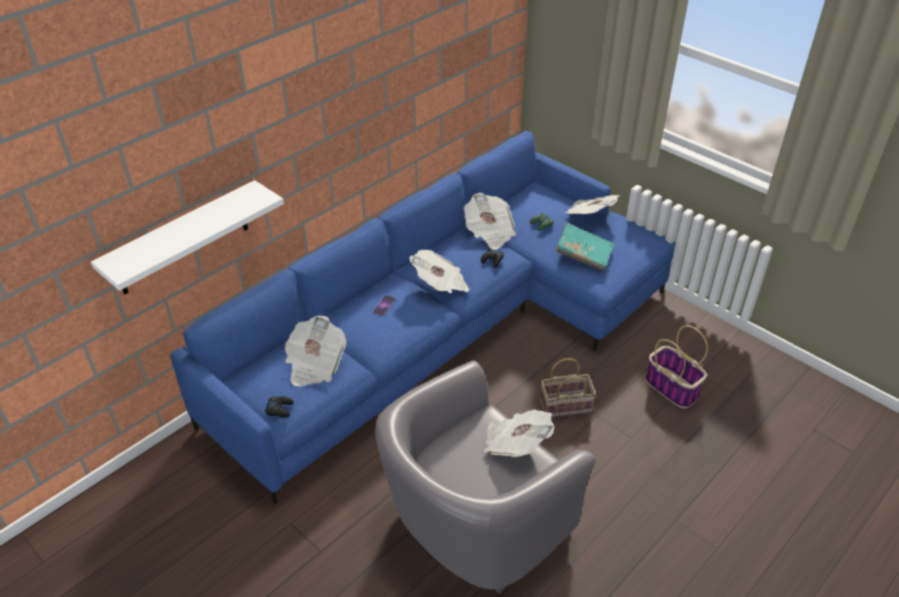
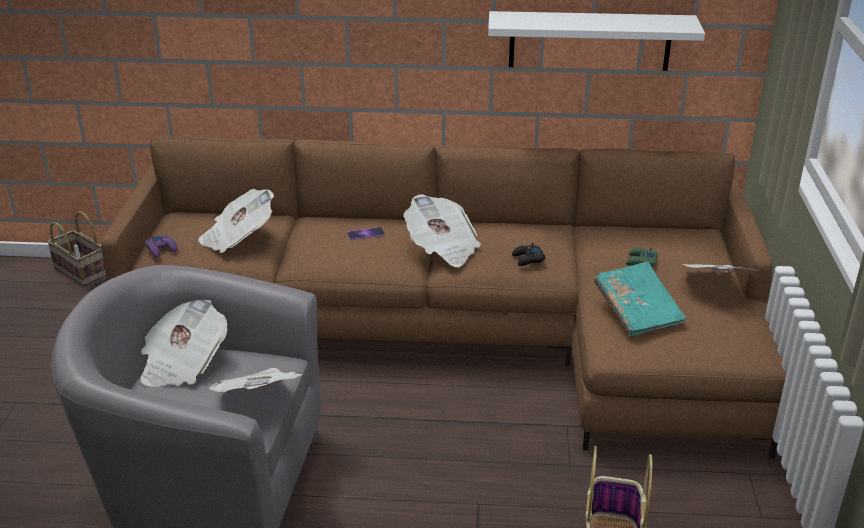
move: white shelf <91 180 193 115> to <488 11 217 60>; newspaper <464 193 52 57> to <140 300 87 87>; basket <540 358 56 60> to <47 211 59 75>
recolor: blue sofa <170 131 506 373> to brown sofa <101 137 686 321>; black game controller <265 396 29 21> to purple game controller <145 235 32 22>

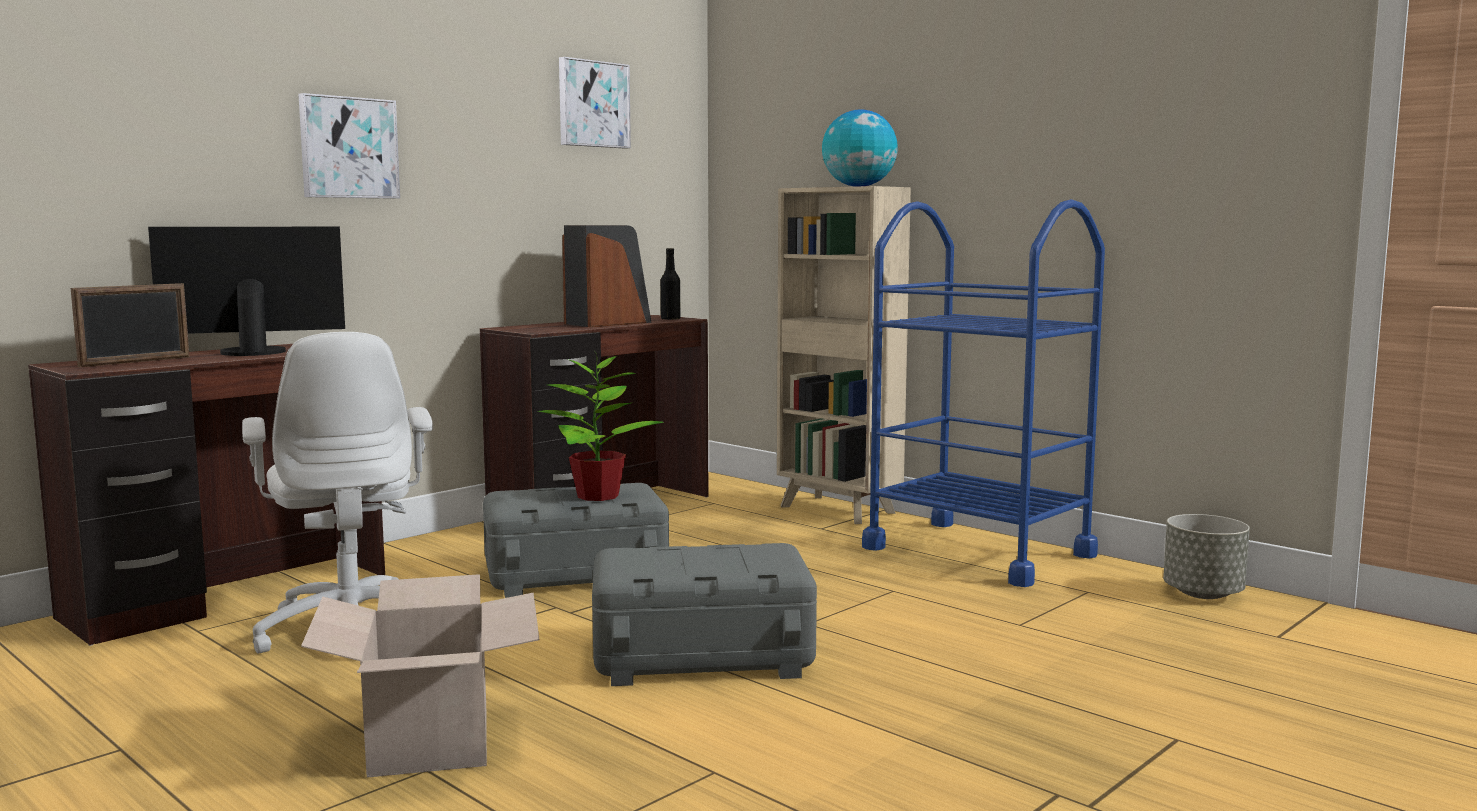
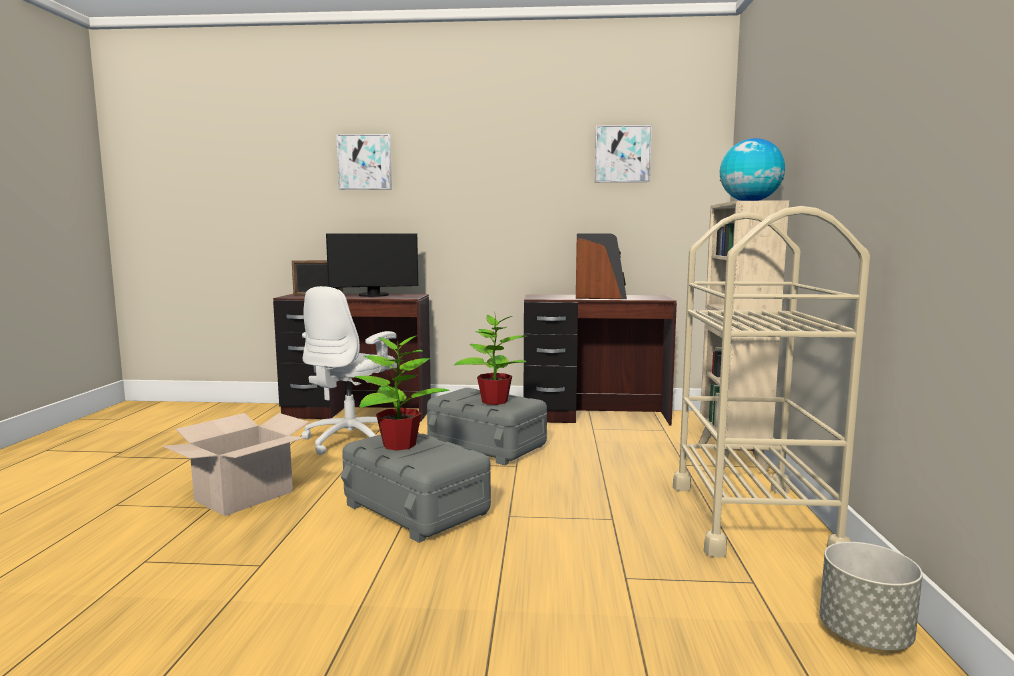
delete: black bottle <661 248 19 72>
insert: potted plant <355 332 95 119>
move: picture <298 93 102 106> to <336 134 56 56>
recolor: blue cart <862 199 243 388> to beige cart <673 206 197 352>
rotate: monitor <148 227 197 129> = <326 234 92 63> 135 degrees clockwise

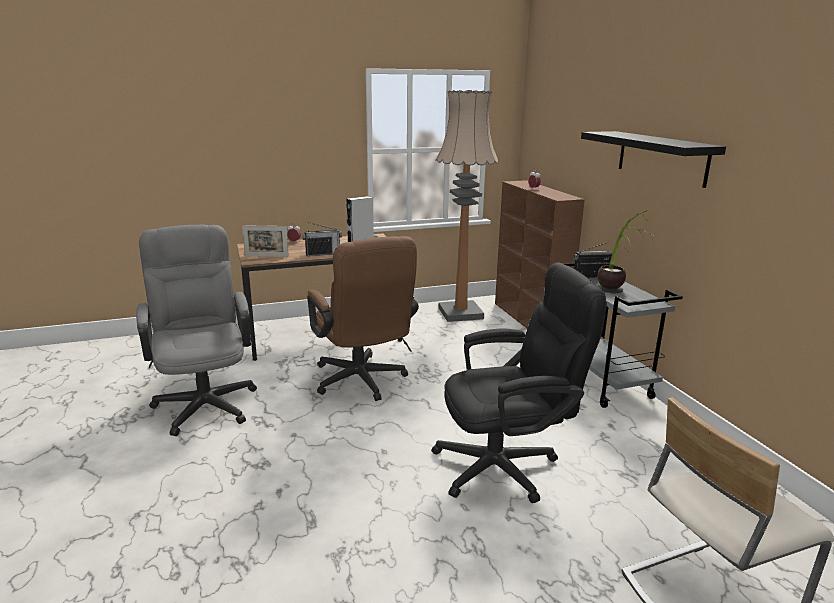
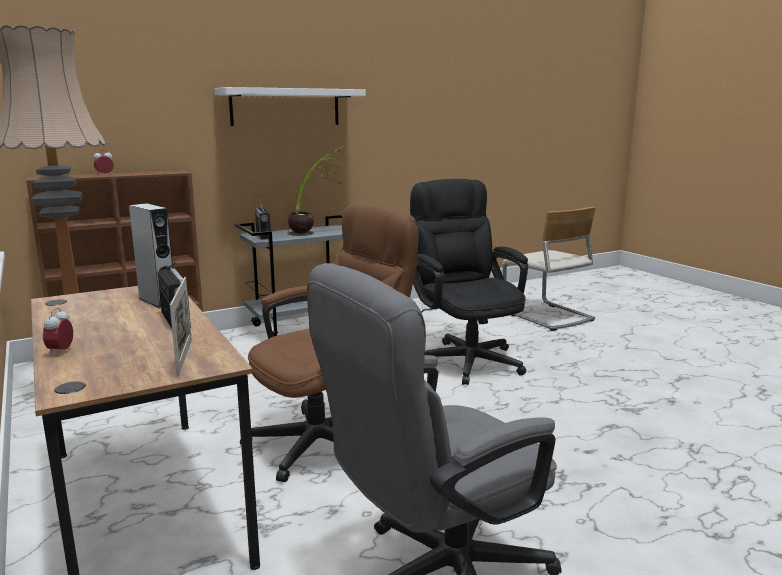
recolor: black shelf <581 131 145 57> to white shelf <215 87 151 39>

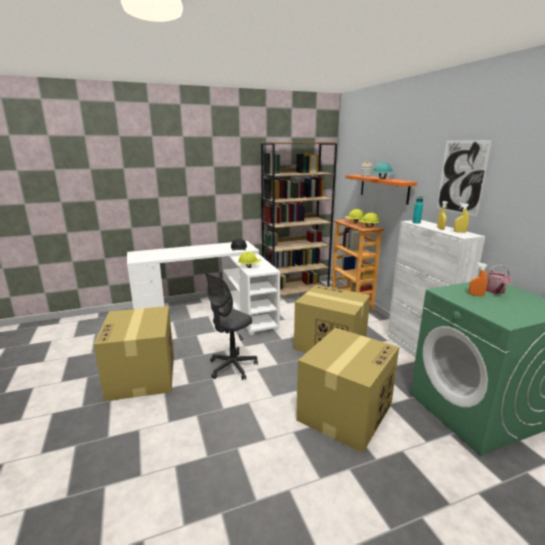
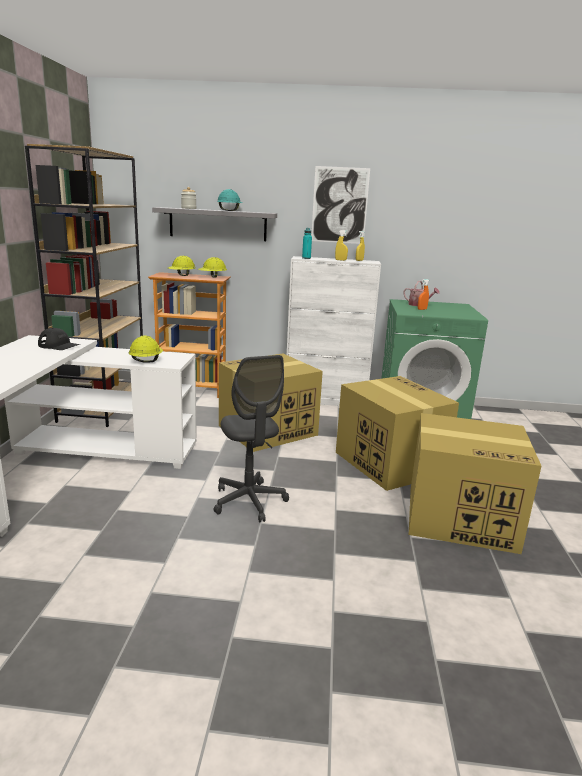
move: cardboard box <94 306 80 95> to <409 413 132 141>
recolor: orange shelf <345 175 72 30> to grey shelf <152 207 125 34>

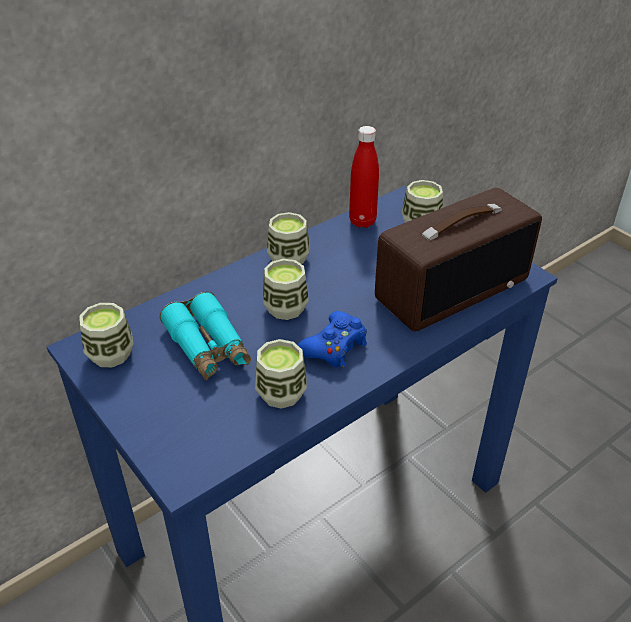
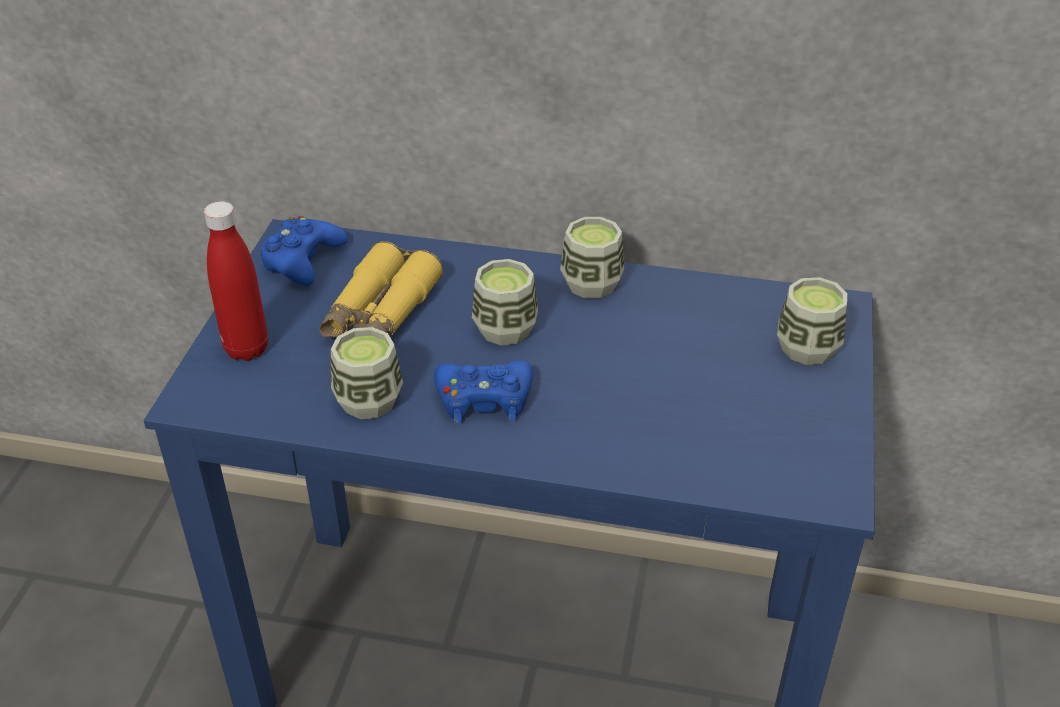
delete: radio <375 188 167 144>
move: red bottle <349 126 30 102> to <204 201 64 160>
replace: cup <79 303 54 64> to blue game controller <260 216 88 70>
recolor: turquoise binoculars <160 292 91 88> to yellow binoculars <319 241 124 96>

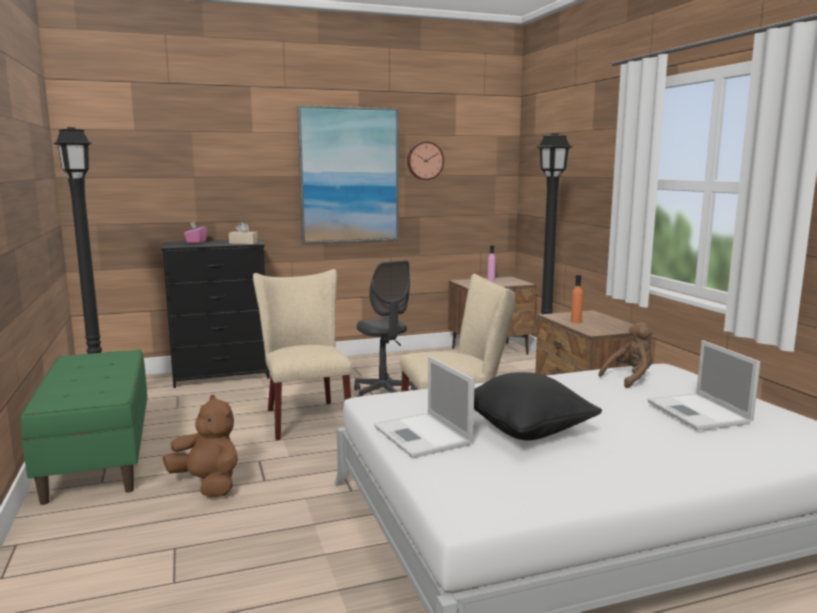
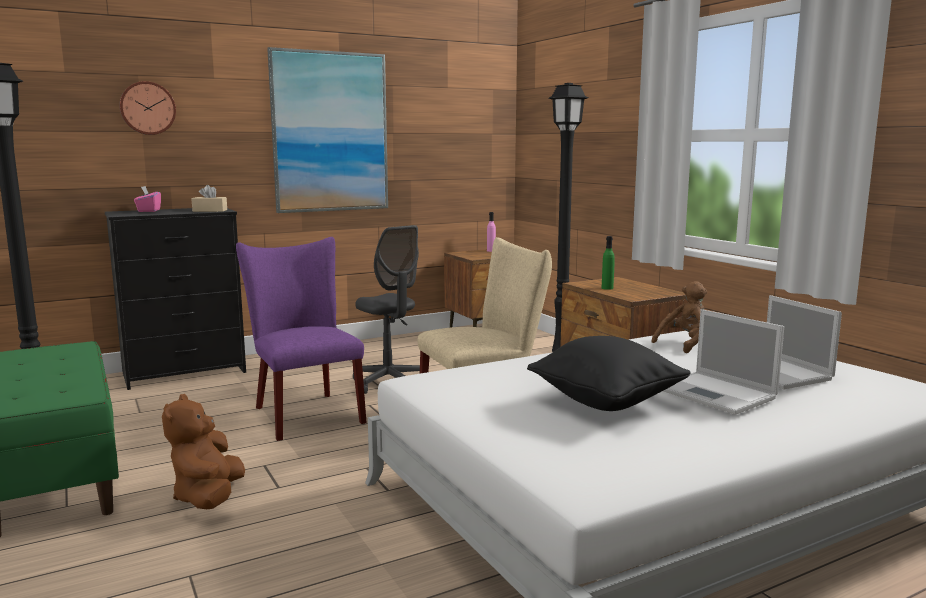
move: wall clock <407 141 37 39> to <119 81 57 54>; laptop <374 356 101 102> to <664 309 120 106>
recolor: beige chair <253 269 99 171> to purple chair <236 237 131 204>; orange bottle <571 275 12 48> to green bottle <602 236 13 54>
rotate: brown plush toy <163 395 75 102> = <162 394 83 115> 120 degrees counterclockwise

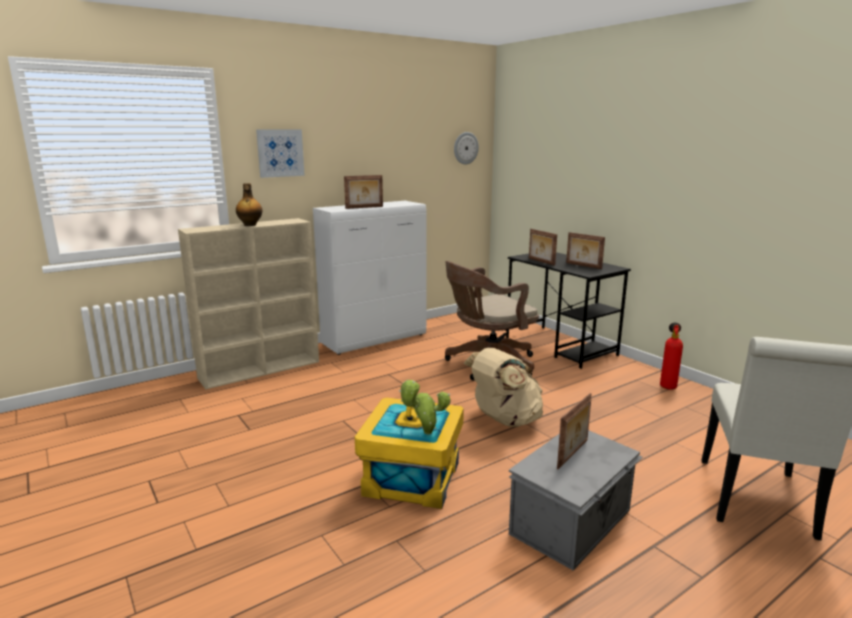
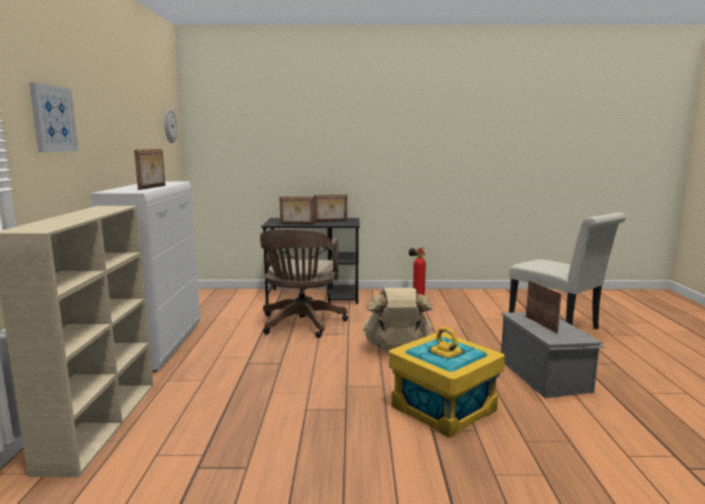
delete: bottle <236 183 26 43>; potted plant <399 380 51 55>

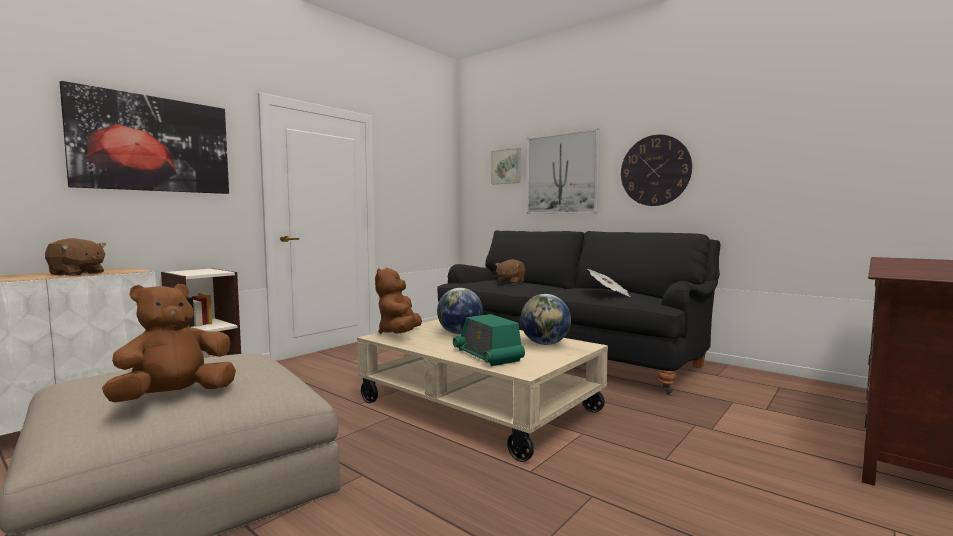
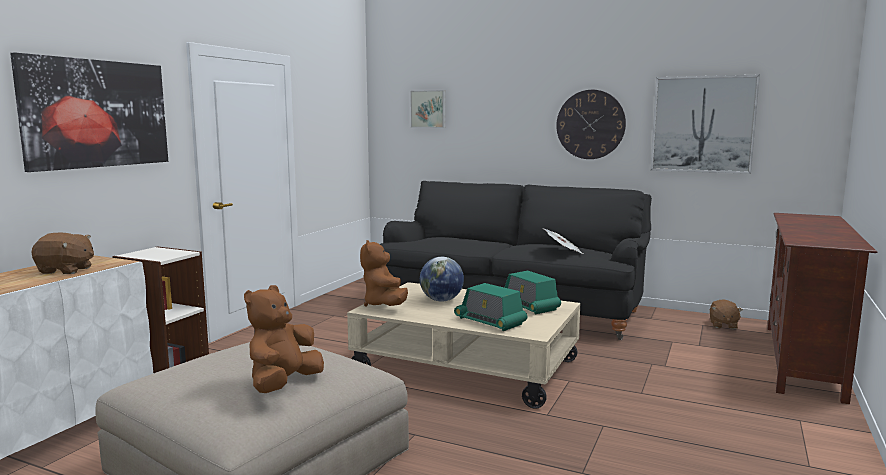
move: picture <527 128 73 86> to <651 74 109 100>; brown plush toy <495 259 30 25> to <710 299 33 30>
replace: globe <520 294 51 51> to radio <504 271 57 43>

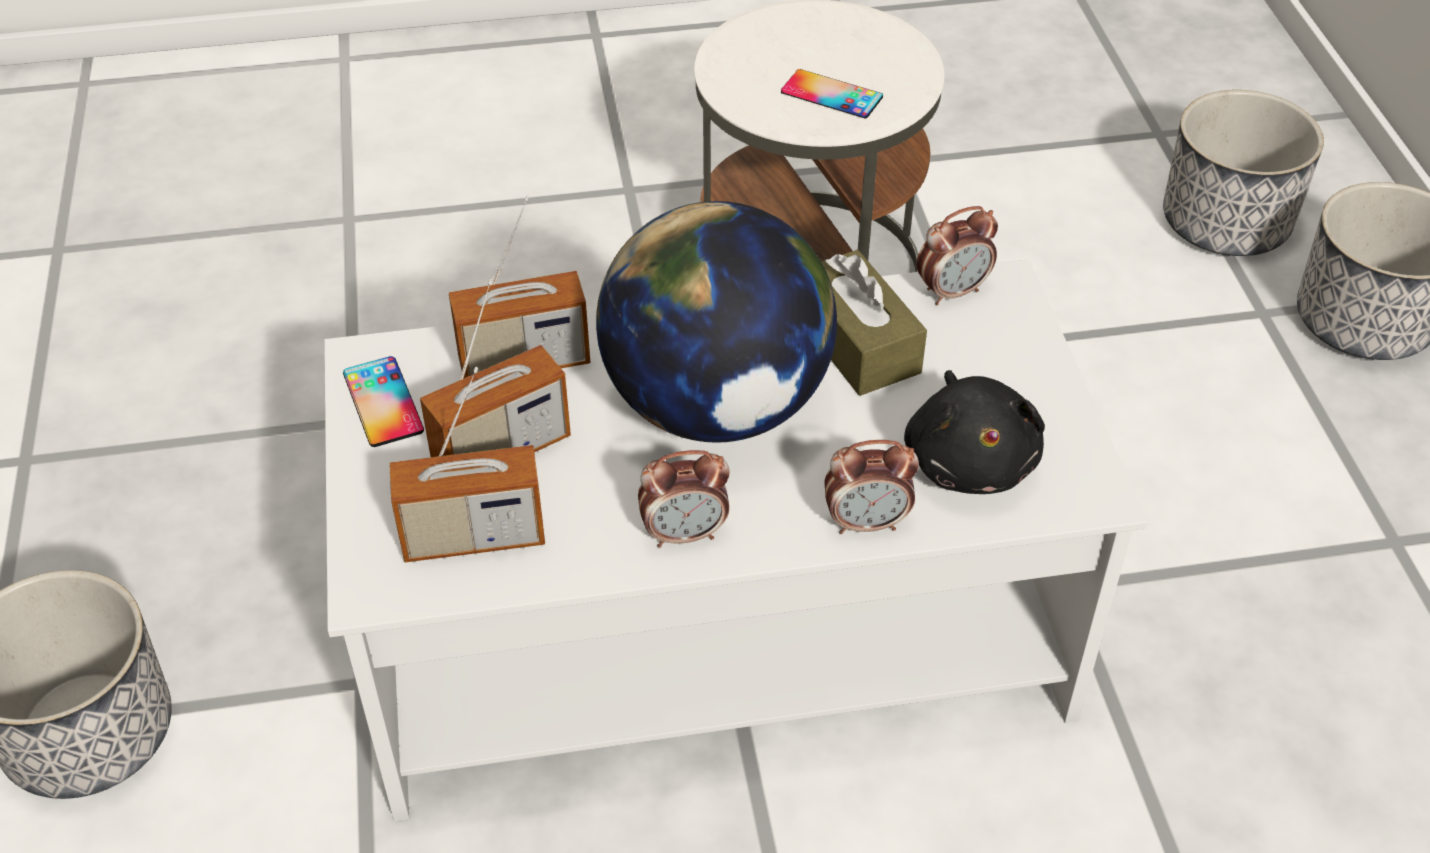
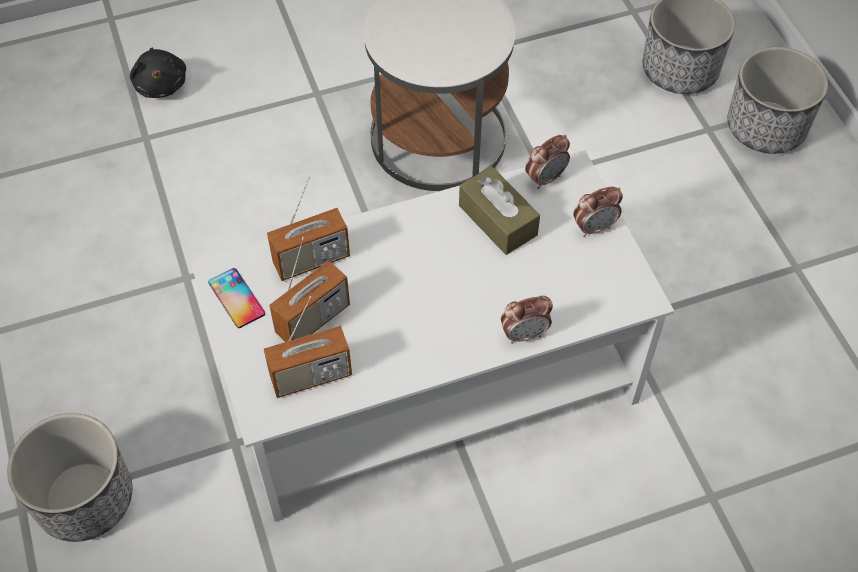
delete: phone <781 69 102 49>; globe <596 201 241 242>
move: black plush toy <904 370 141 124> to <130 48 56 50>; alarm clock <638 450 92 98> to <573 187 50 50>

